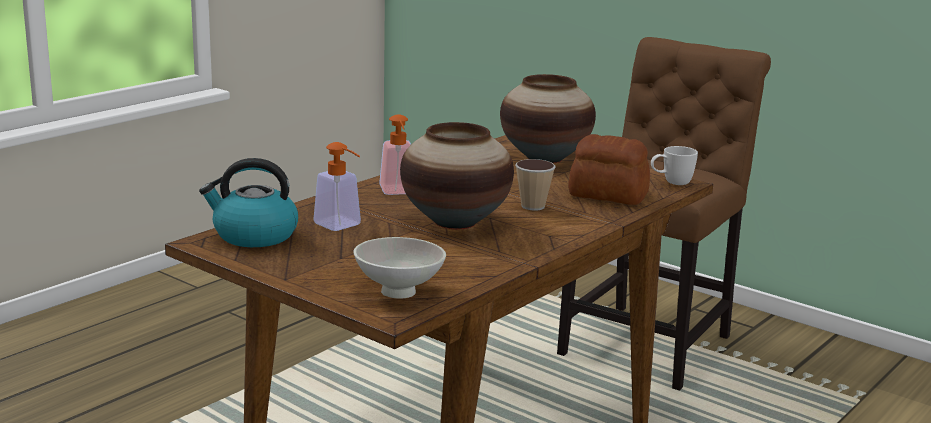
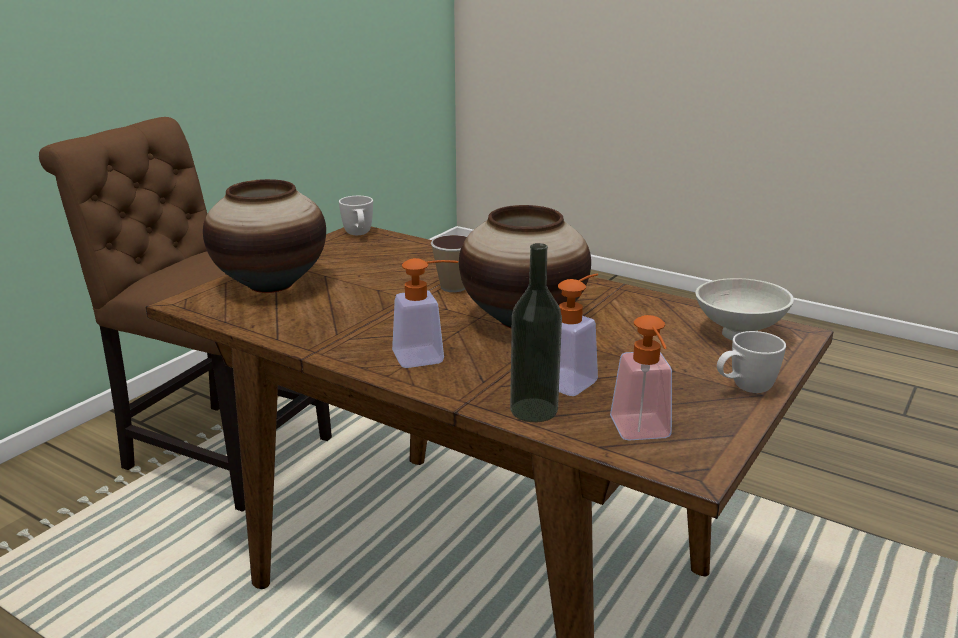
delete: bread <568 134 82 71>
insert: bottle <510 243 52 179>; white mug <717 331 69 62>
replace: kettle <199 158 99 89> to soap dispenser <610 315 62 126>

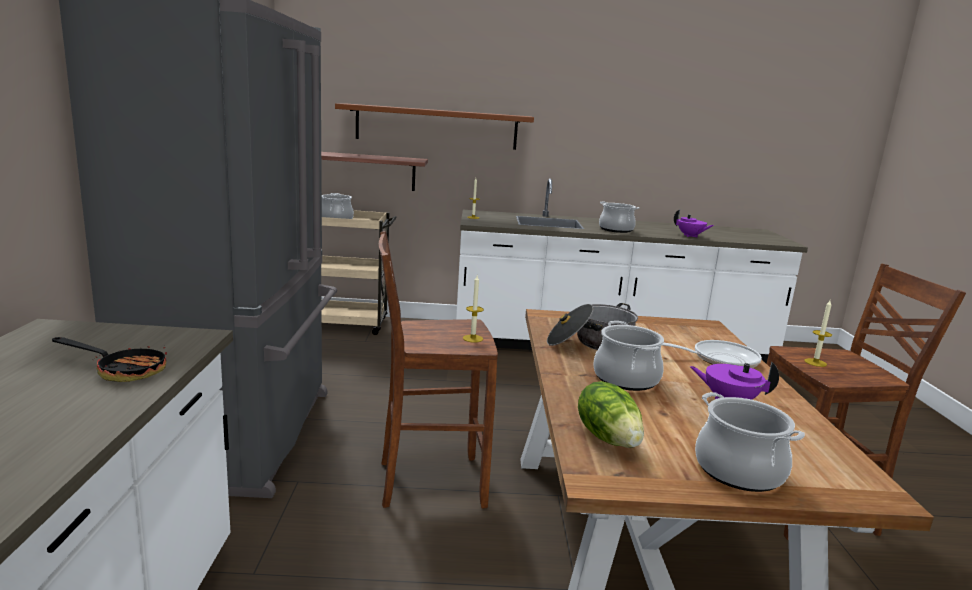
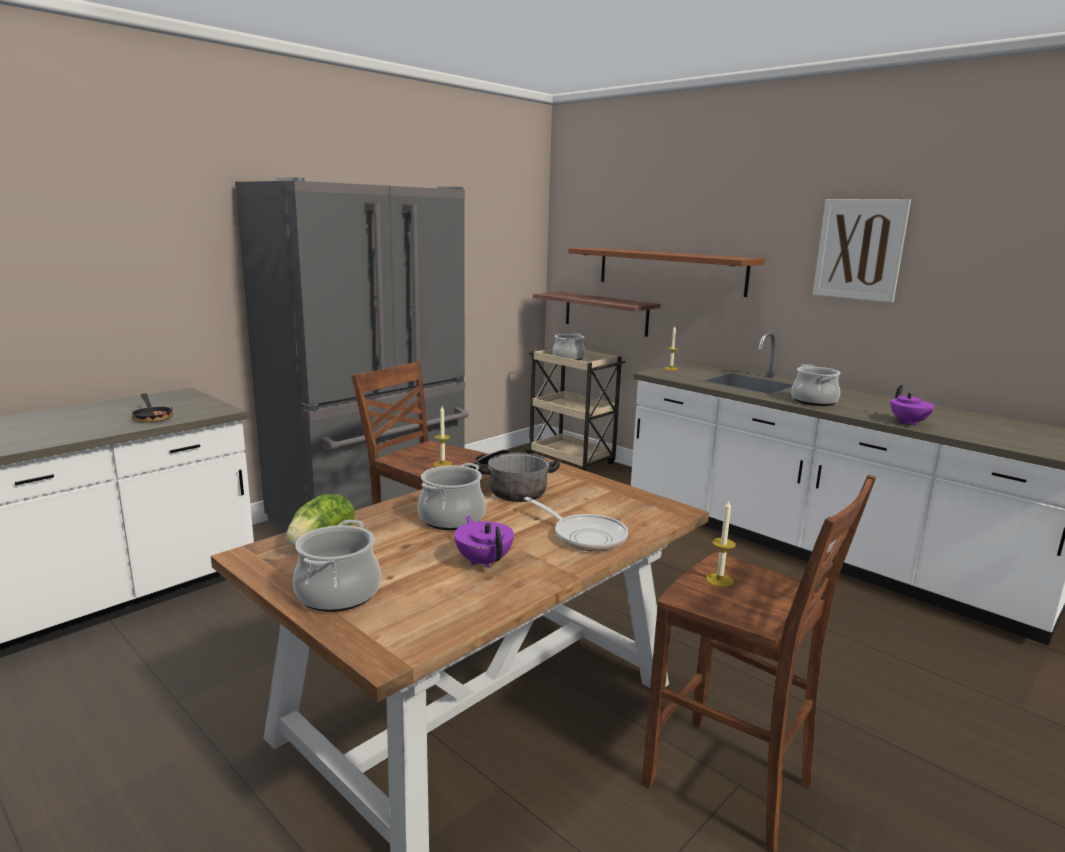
insert: picture <813 199 98 104>

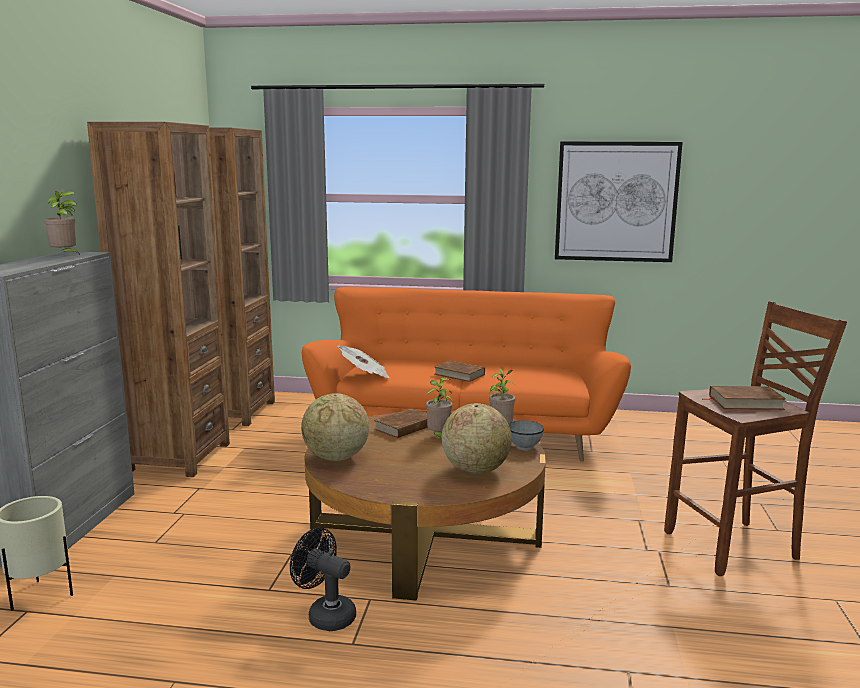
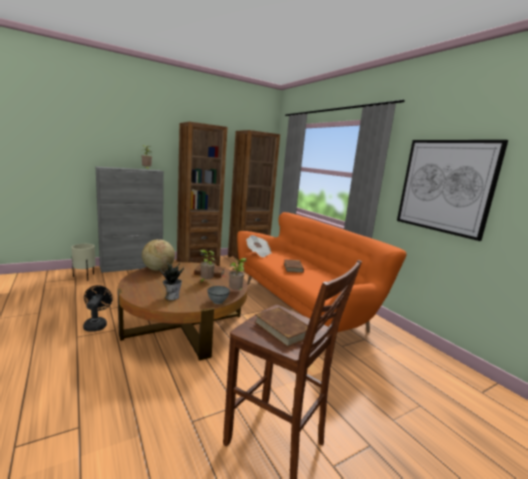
replace: globe <441 403 71 71> to potted plant <158 262 26 38>

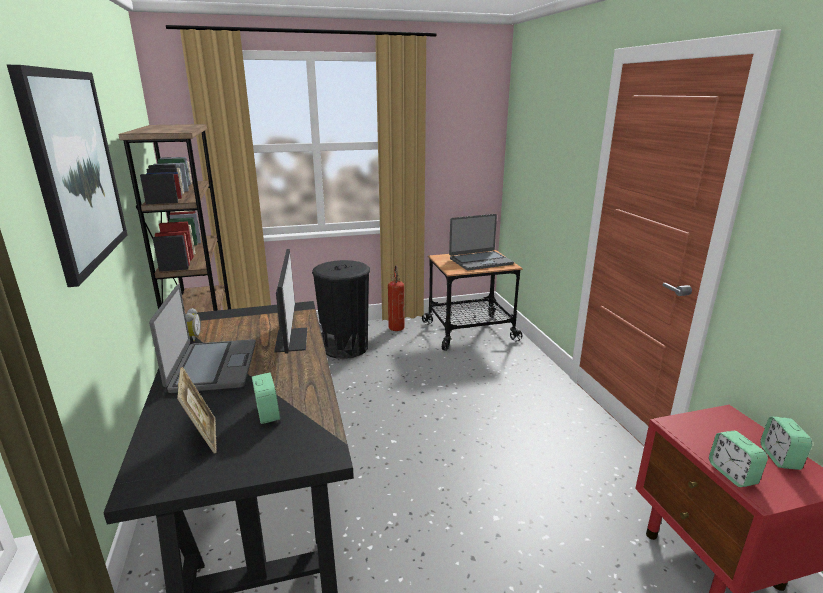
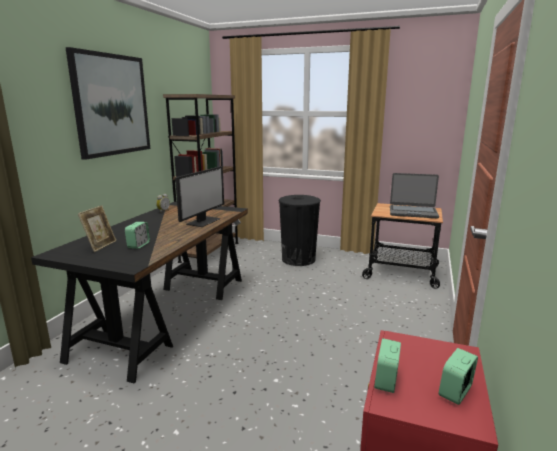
delete: fire extinguisher <388 266 16 65>; laptop <149 284 107 109>

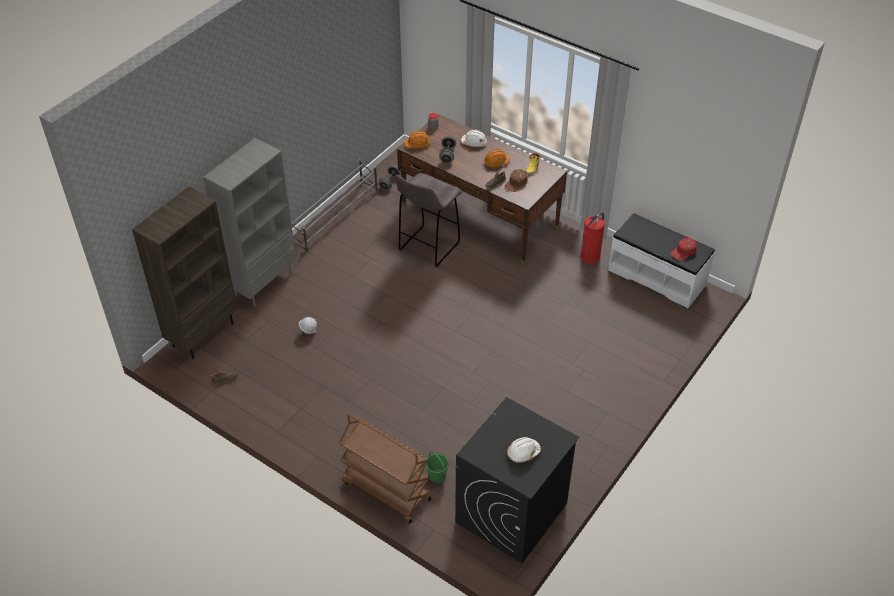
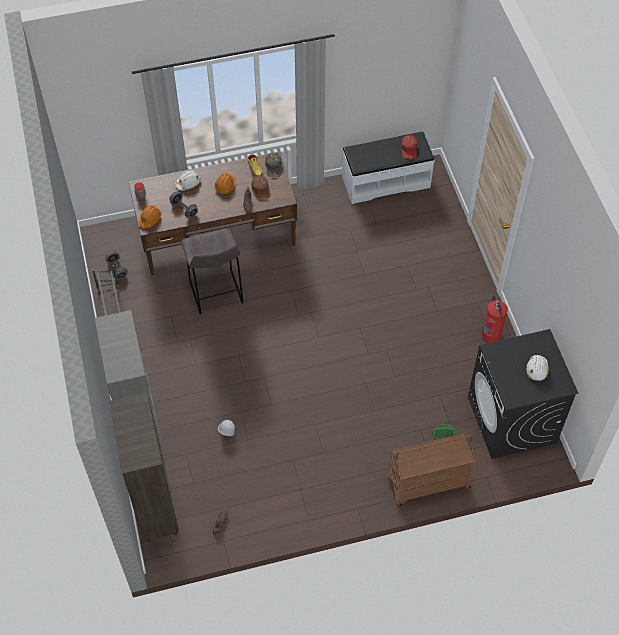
insert: green cap <265 152 17 25>
move: fire extinguisher <580 212 25 52> to <481 295 27 48>

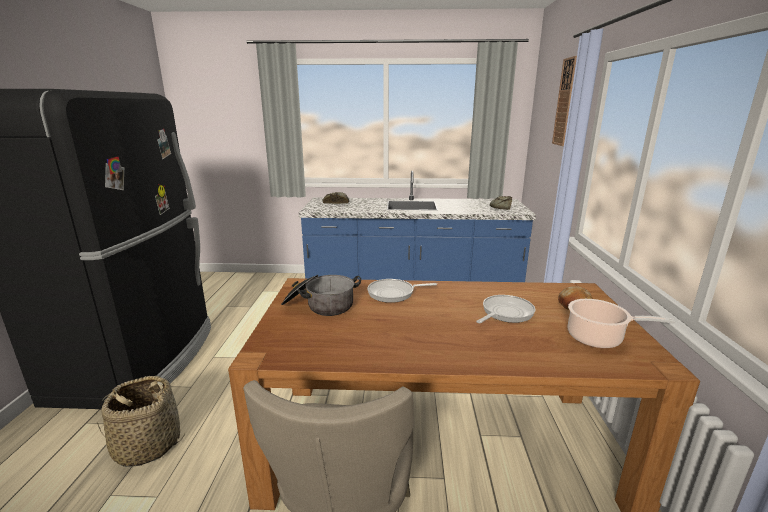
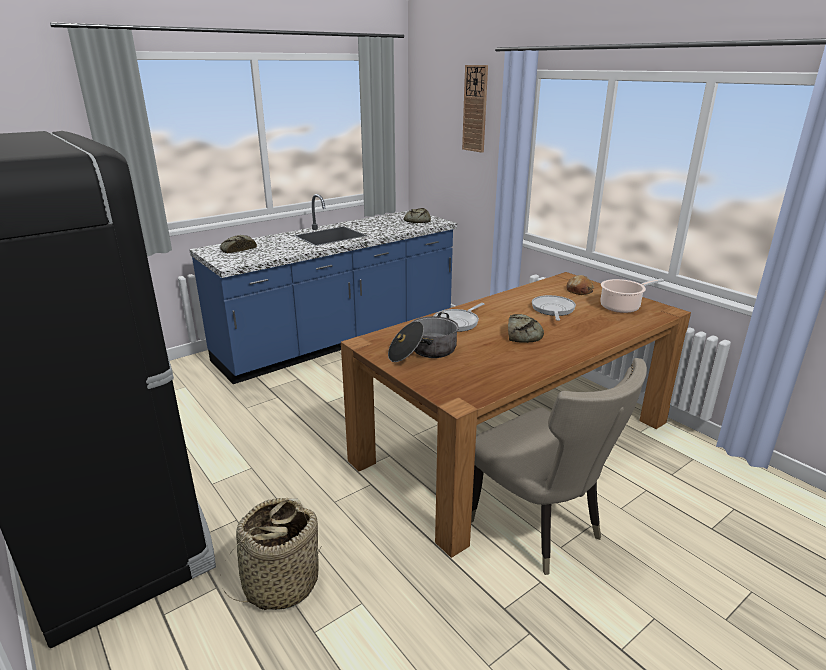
insert: bread <508 314 36 29>

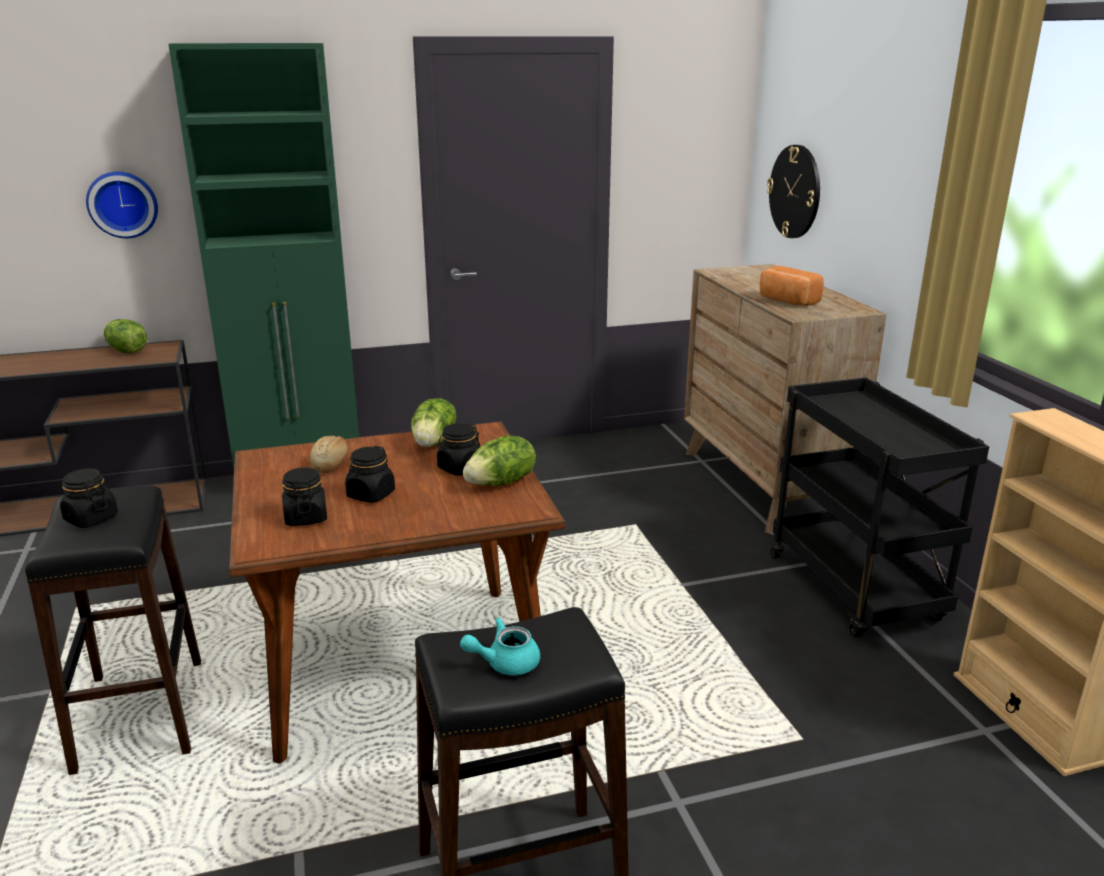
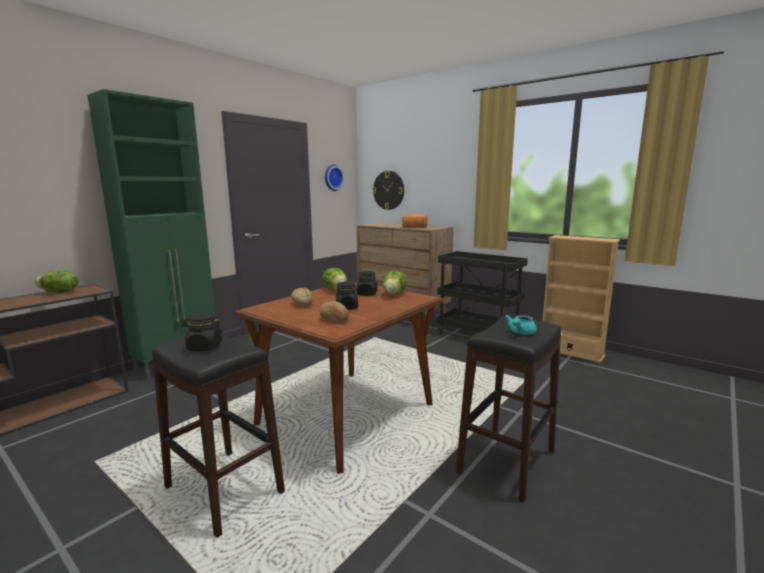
move: wall clock <86 172 72 66> to <325 165 19 26>
replace: black jar <282 467 45 59> to bread <320 301 29 21>

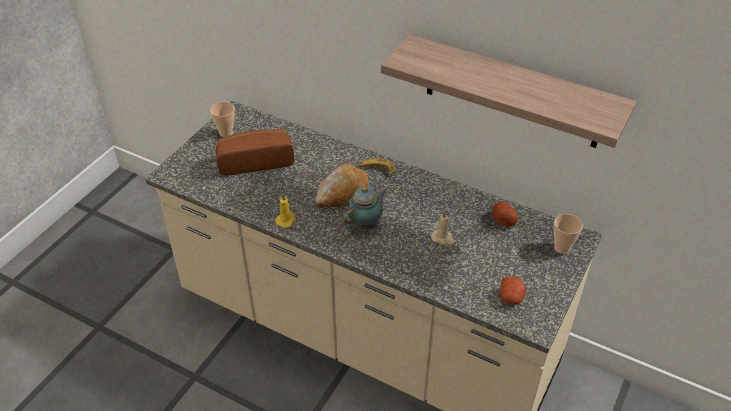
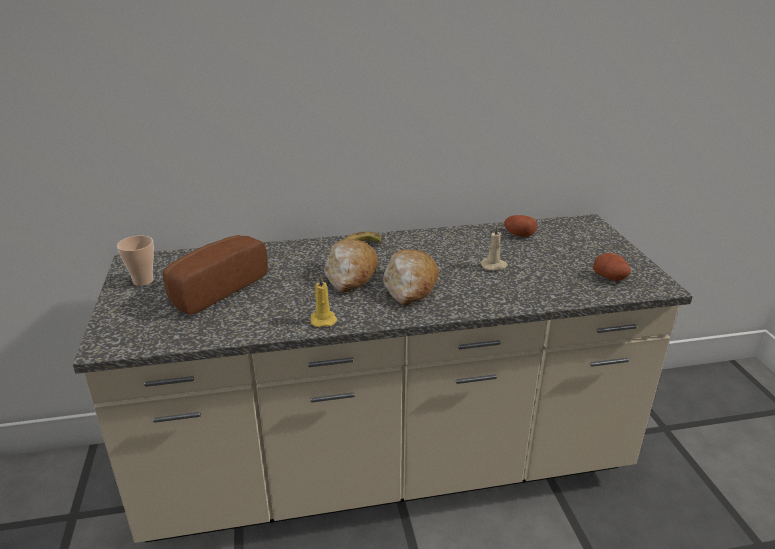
delete: shelf <381 34 255 114>; cup <554 214 29 40>
replace: teapot <344 185 44 44> to bread <383 249 56 56>

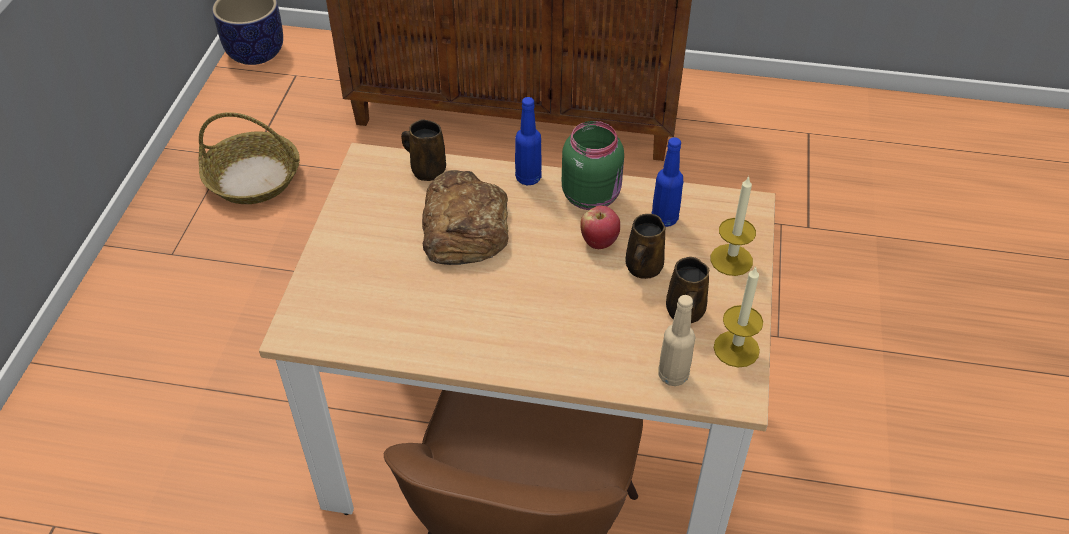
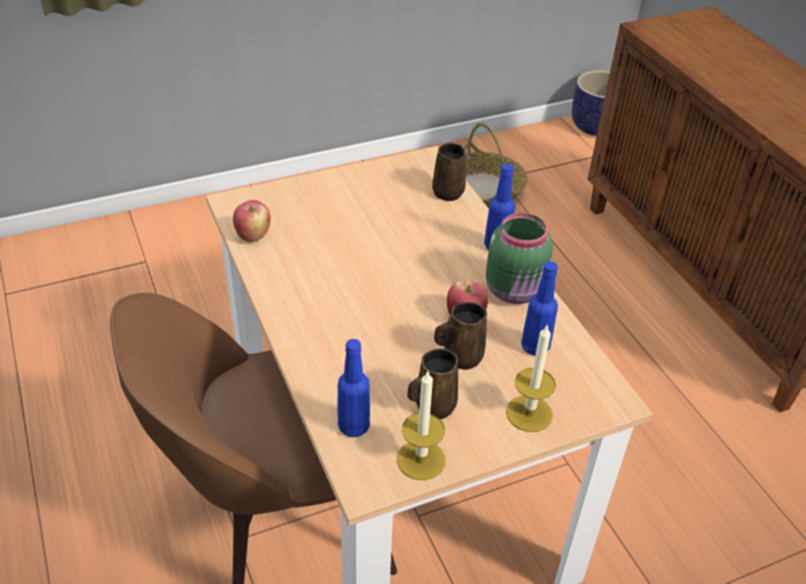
delete: bread <422 170 87 95>
insert: apple <233 200 37 42>
recolor: beige bottle <658 295 37 91> to blue bottle <337 339 33 98>

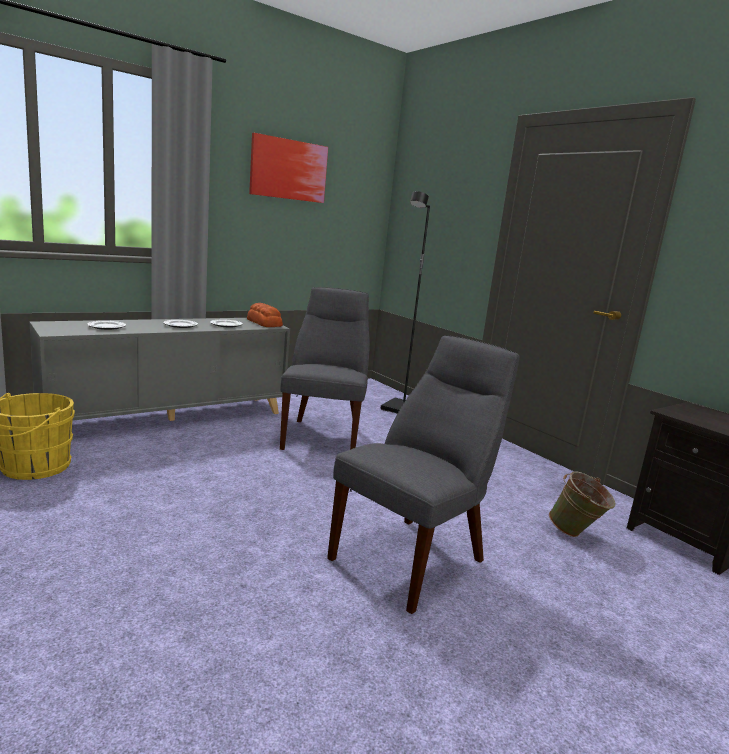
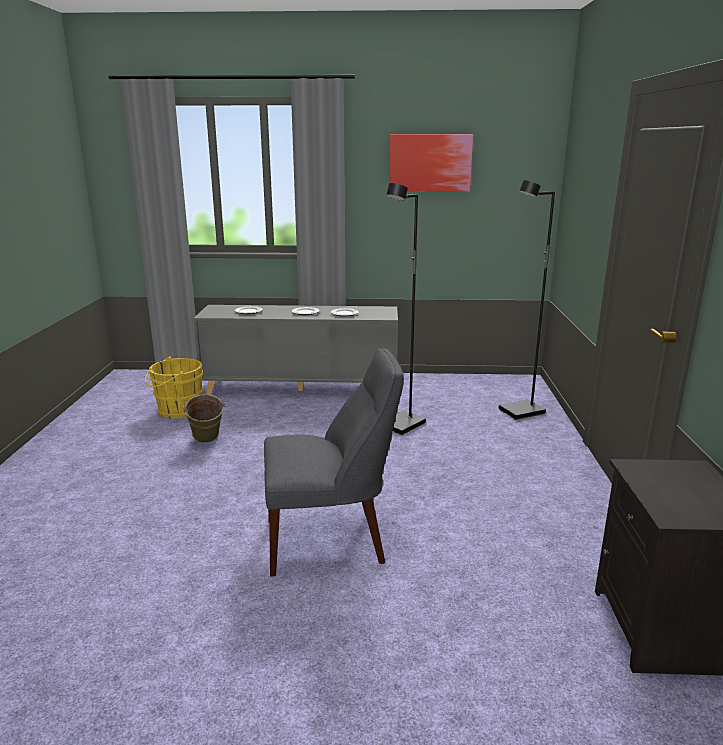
delete: bread <247 303 36 24>
move: green bucket <549 471 66 66> to <183 394 42 49>
replace: grey chair <280 287 90 163> to black floor lamp <386 183 40 252>

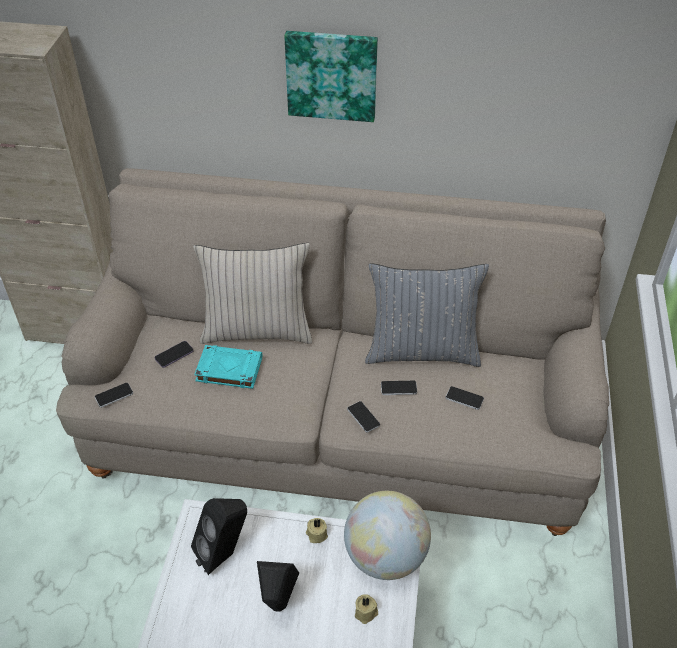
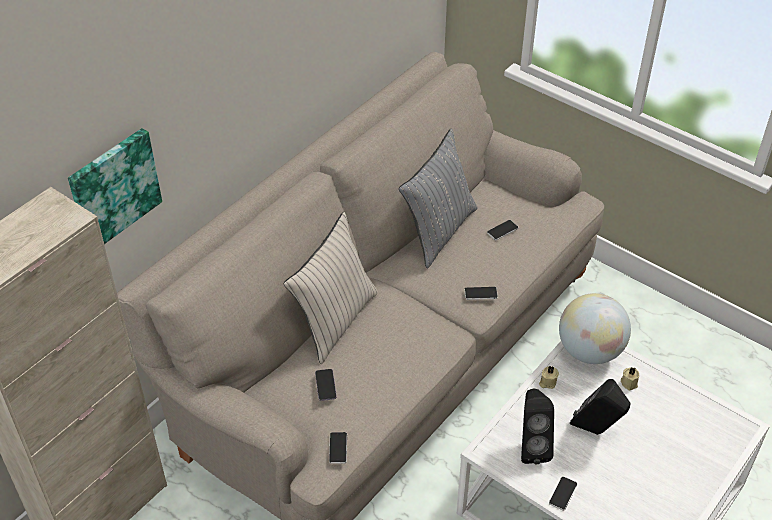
delete: turquoise book <194 345 68 44>
move: picture <284 31 94 91> to <68 128 94 116>; phone <381 380 36 15> to <549 477 28 34>

